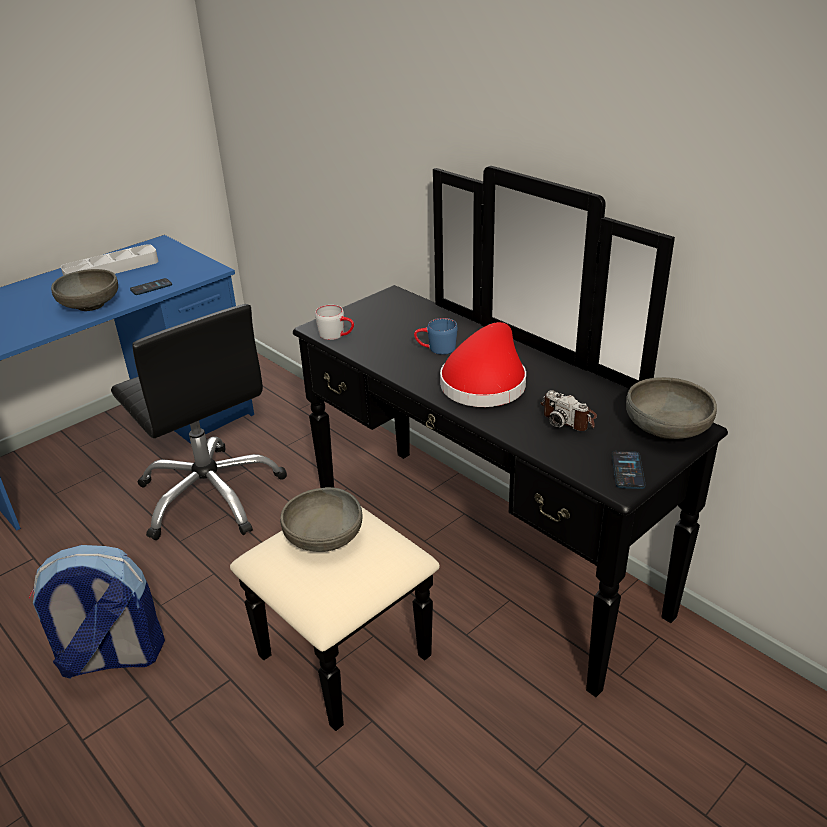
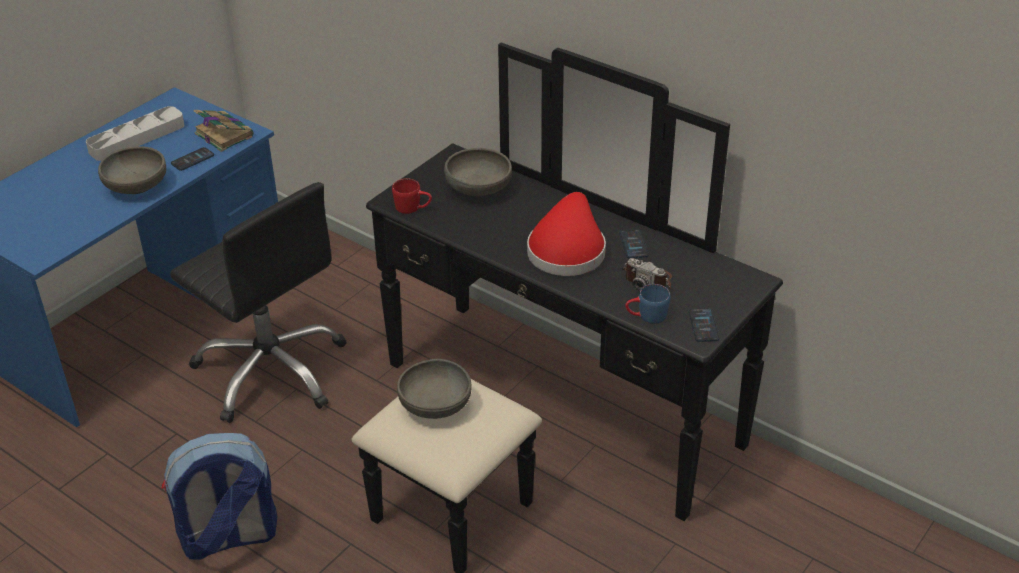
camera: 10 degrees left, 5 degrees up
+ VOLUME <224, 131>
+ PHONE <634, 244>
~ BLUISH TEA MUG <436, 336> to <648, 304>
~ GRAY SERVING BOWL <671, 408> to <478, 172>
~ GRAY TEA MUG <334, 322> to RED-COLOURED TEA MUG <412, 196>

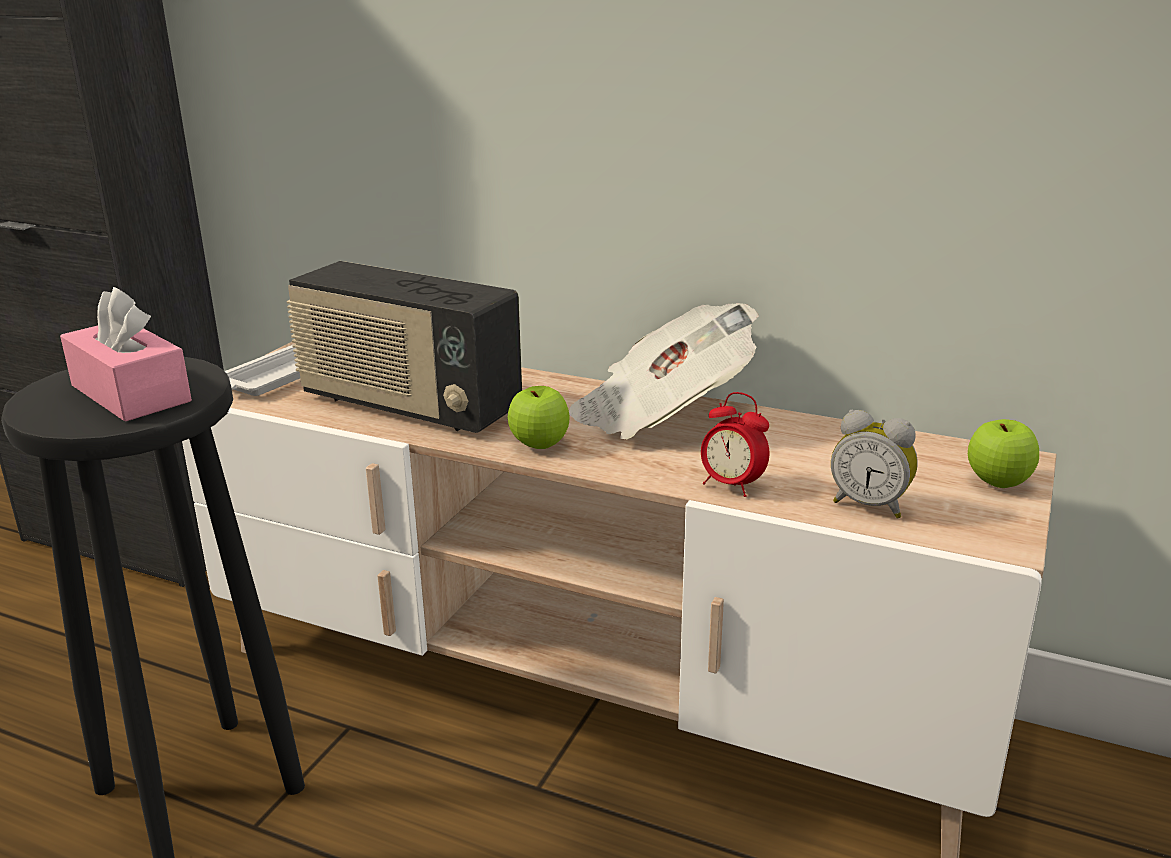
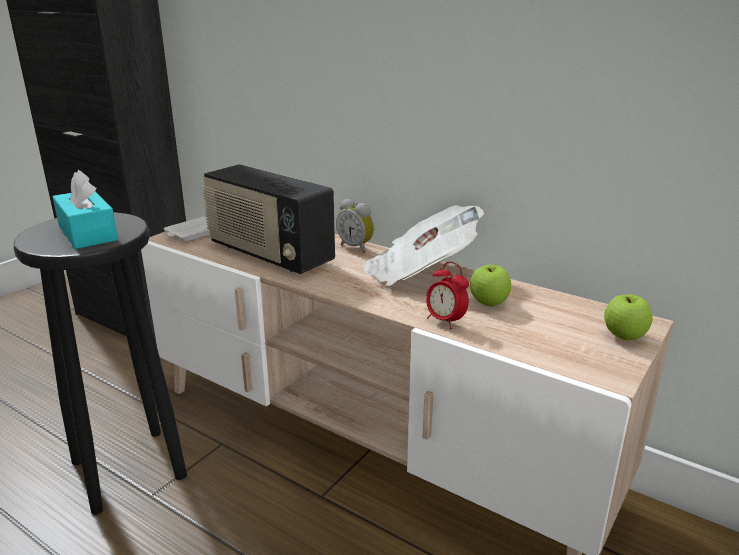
camera: 10 degrees right, 0 degrees up
~ WHOLE APPLE <539, 417> to <490, 285>
~ ALARM CLOCK <874, 464> to <355, 226>
~ PINK TISSUE HOLDER <126, 354> to TURQUOISE-COLOURED TISSUE HOLDER <85, 209>

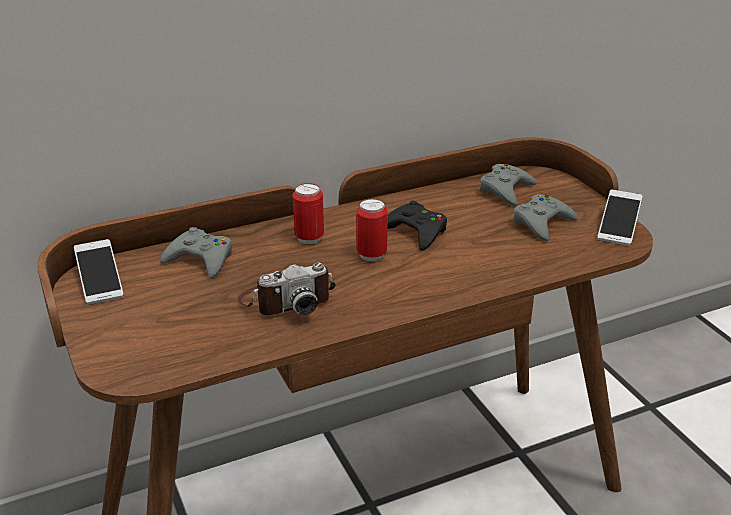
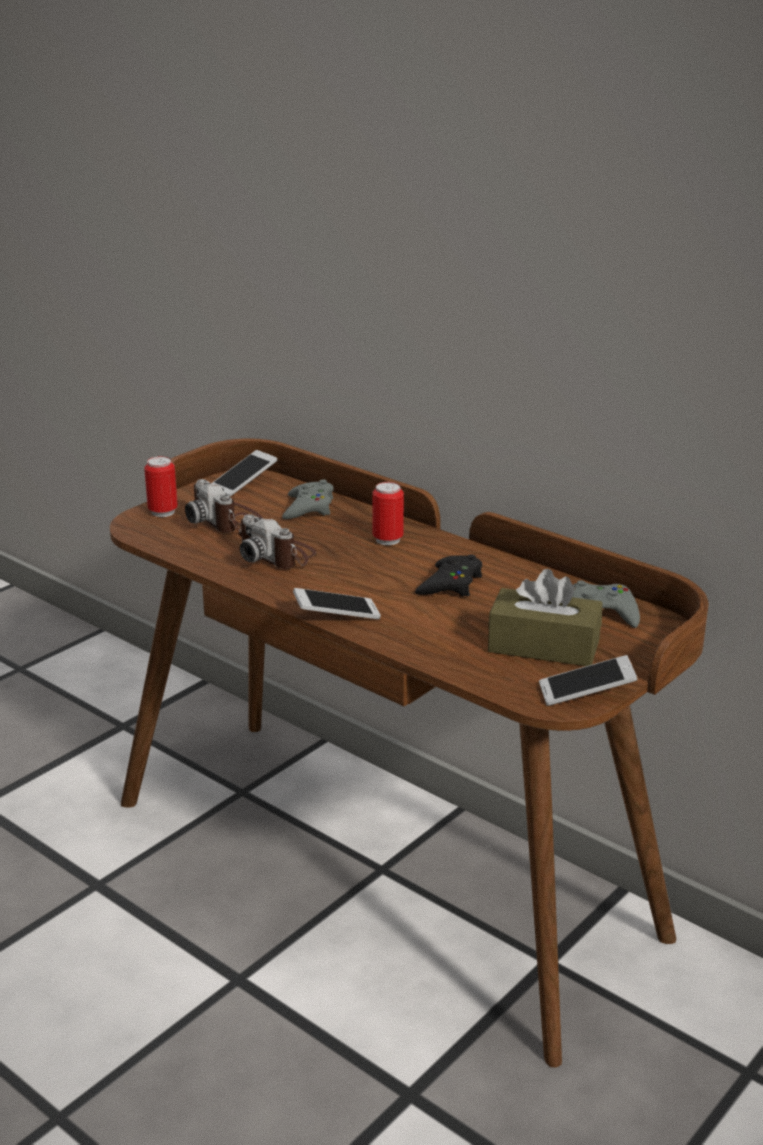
camera: 65 degrees right, 5 degrees down
+ STILL CAMERA <224, 506>
+ PHONE <337, 603>
~ SEALED CAN <372, 229> to <161, 486>
~ GRAY GAME CONTROLLER <545, 217> to BROWN TISSUE HOLDER <545, 617>

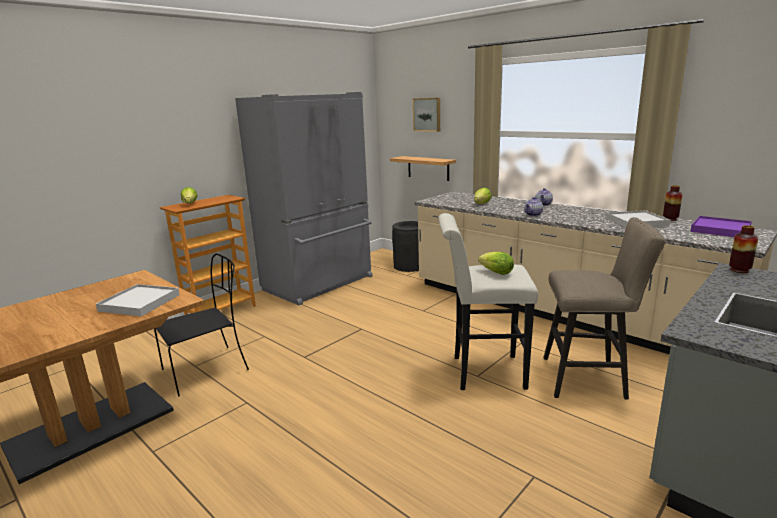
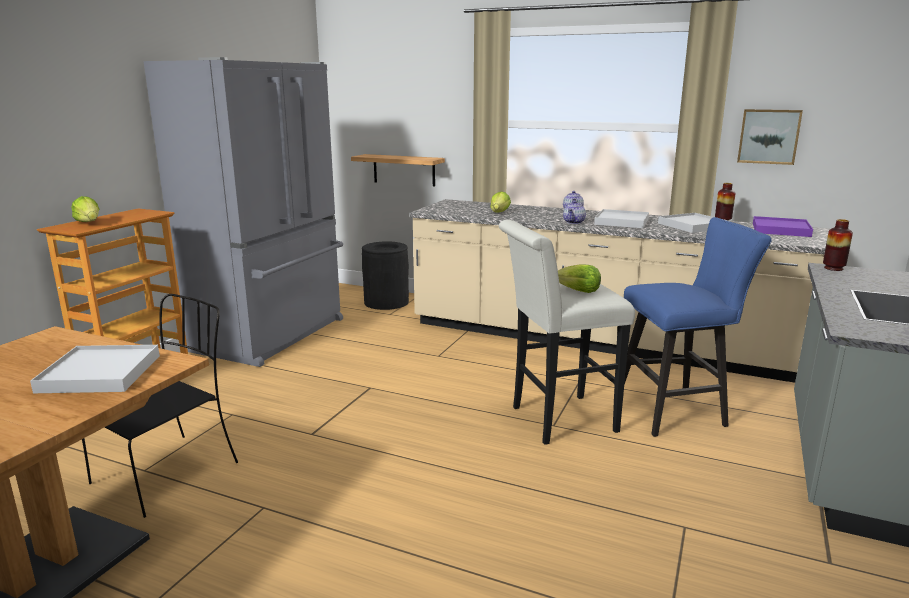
camera: 20 degrees left, 0 degrees up
+ WHITE CARRYING TRAY <621, 218>
~ PICTURE <426, 115> to <770, 137>
~ BEIGE STOOL <604, 308> to BLUISH STOOL <698, 327>

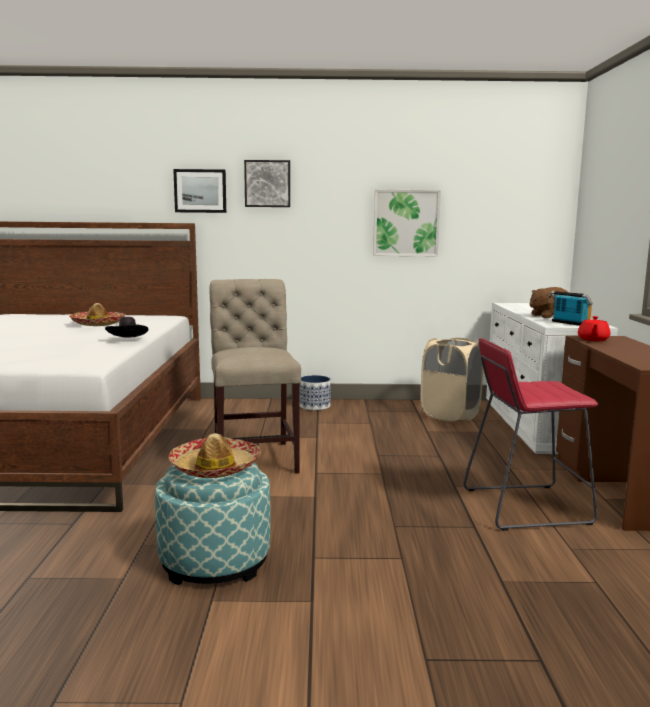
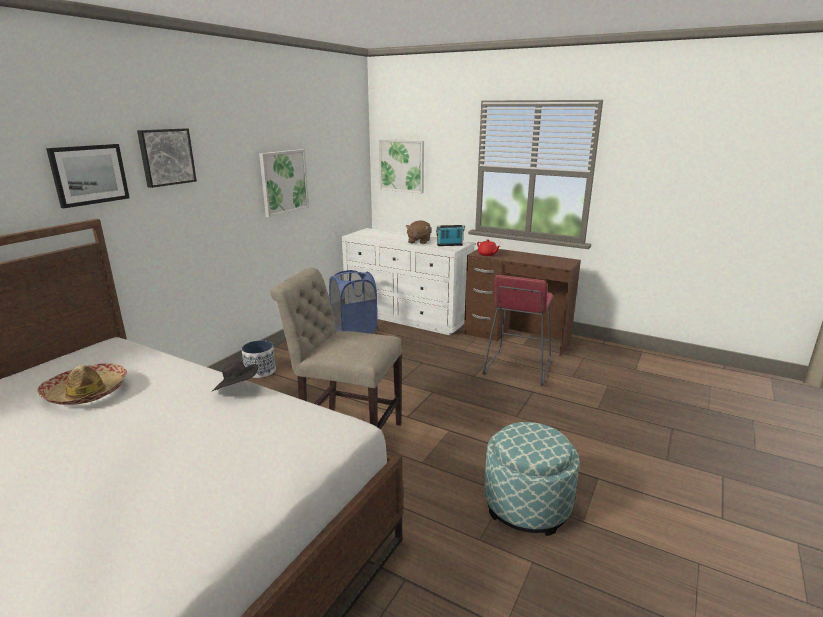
camera: 60 degrees left, 10 degrees up
- CLOTHING HAT <215, 455>
+ PICTURE <401, 166>
~ BEIGE HAMPER <452, 379> to BLUISH HAMPER <353, 302>

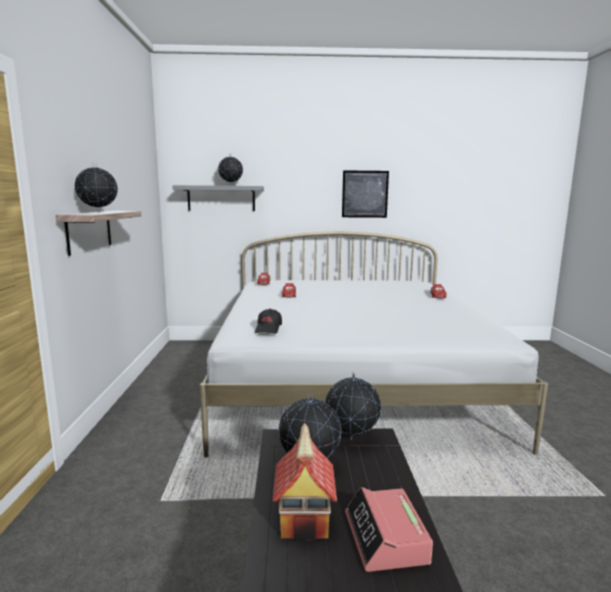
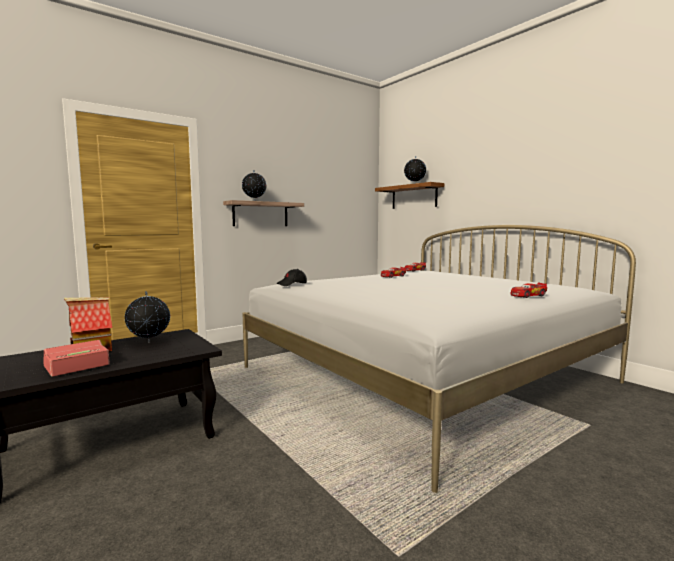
camera: 55 degrees right, 5 degrees down
- GLOBE <353, 406>
- PICTURE <365, 194>
~ GRAY WALL SHELF <218, 198> to BROWN WALL SHELF <409, 195>

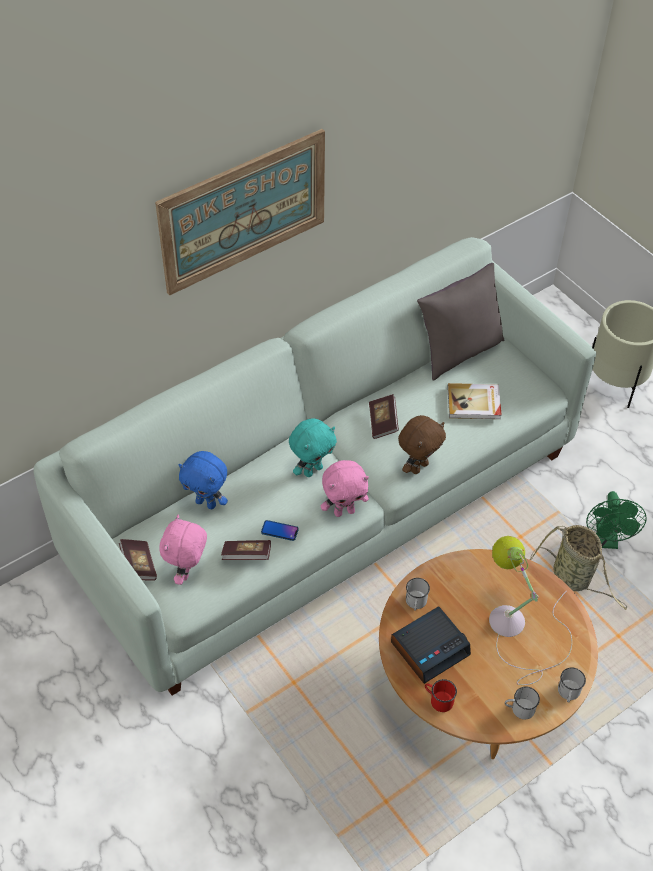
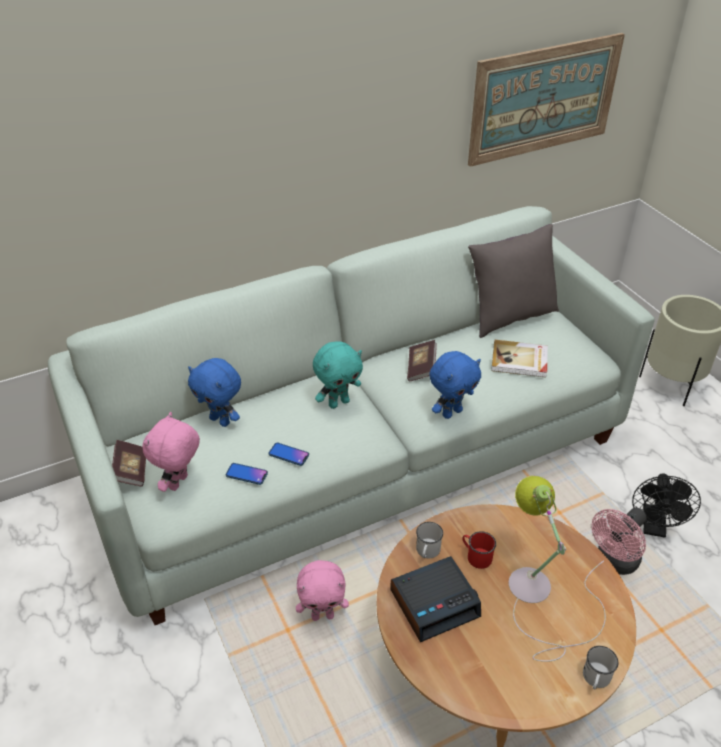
camera: 10 degrees right, 10 degrees down
- WHITE TEA MUG <522, 703>
~ PICTURE <240, 212> to <546, 100>
~ PINK CUDDLY TOY <345, 488> to <322, 590>
~ RED-COLOURED TEA MUG <441, 695> to <479, 550>
~ VOLUME <246, 550> to PHONE <247, 474>
~ HOUSEHOLD BASKET <578, 567> to PINK COOLING FAN <619, 541>
~ BROWN CUDDLY TOY <422, 444> to BLUISH CUDDLY TOY <455, 385>
~ GREEN COOLING FAN <616, 520> to BLACK-COLOURED COOLING FAN <666, 505>

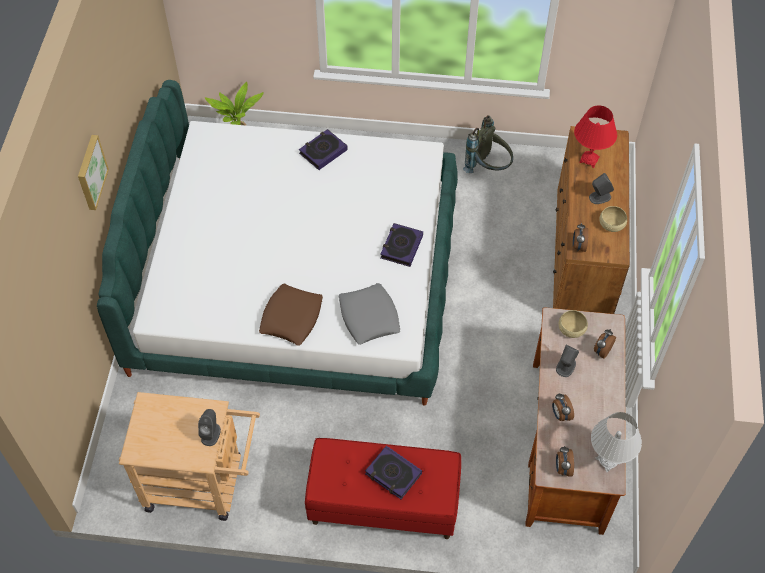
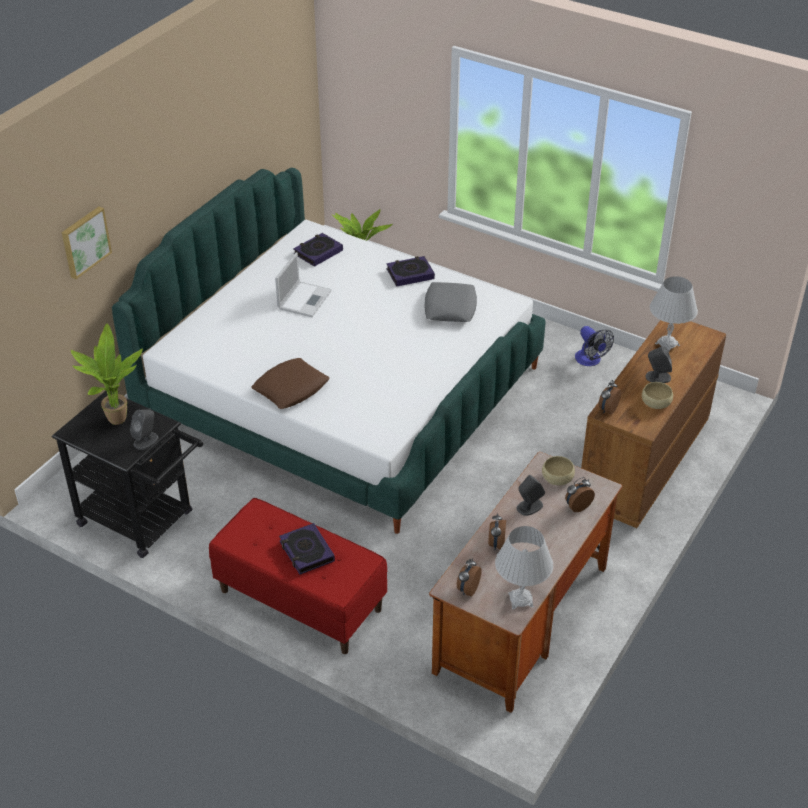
camera: 25 degrees right, 15 degrees down
+ HOUSEPLANT <107, 374>
+ NOTEBOOK COMPUTER <303, 284>
~ PICTURE <93, 172> to <87, 243>
~ GRAY THROW PILLOW <369, 314> to <451, 302>
~ VOLUME <401, 245> to <318, 250>
~ GRAY BACKPACK <488, 144> to COOLING FAN <594, 346>
~ BEIGE WHEELED CART <189, 456> to BLACK-COLOURED WHEELED CART <127, 474>
~ RED-COLOURED LAMP FOR A TABLE <595, 136> to WHITE LAMP FOR A TABLE <674, 314>

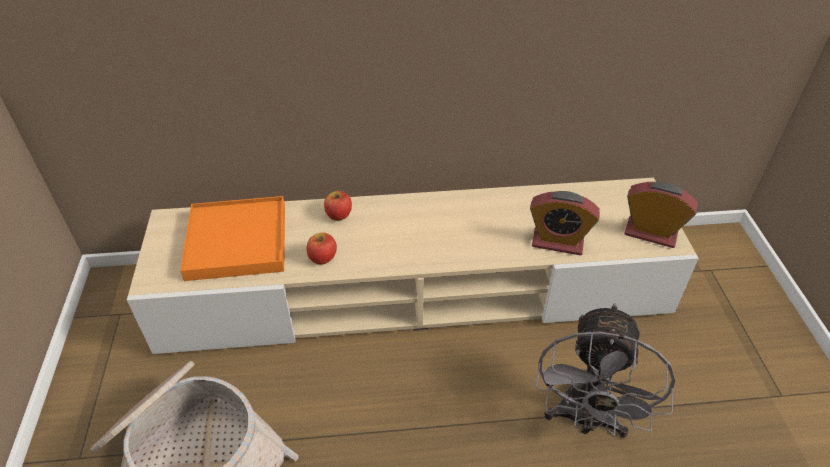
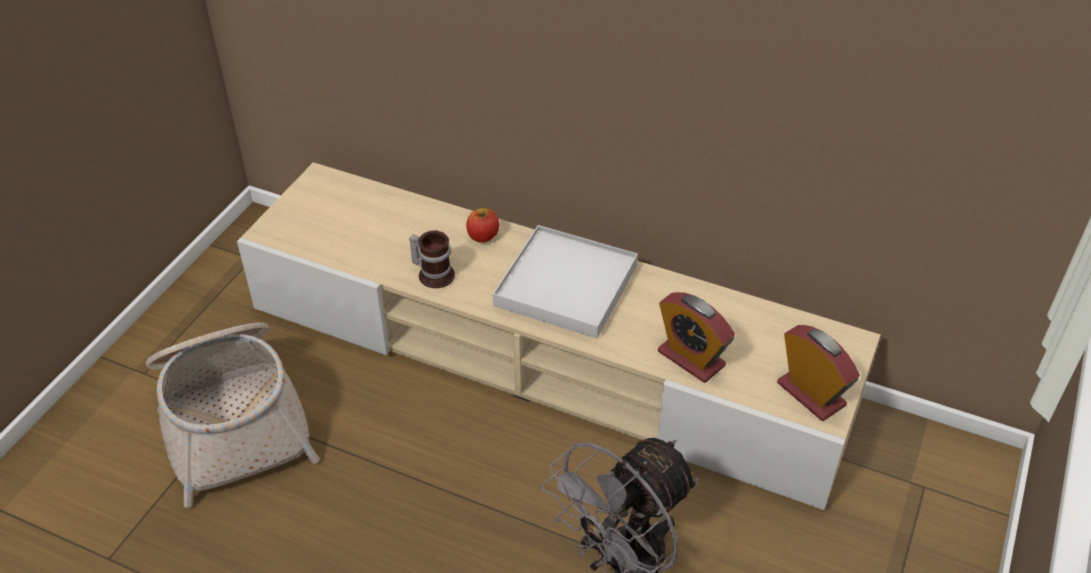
camera: 30 degrees right, 0 degrees up
- ORANGE CARRYING TRAY <232, 238>
+ WHITE CARRYING TRAY <565, 281>
~ WHOLE APPLE <322, 248> to TEA MUG <432, 259>

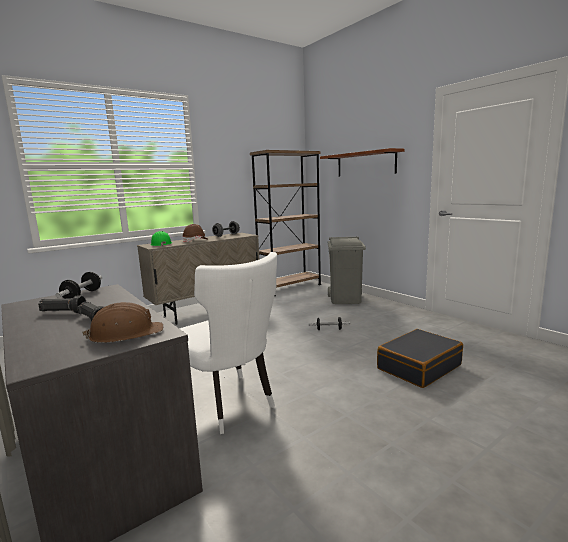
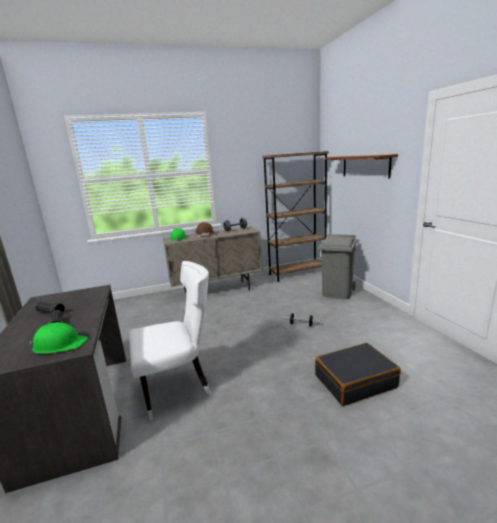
camera: 20 degrees right, 5 degrees up
- HAND WEIGHT <79, 285>
~ BROWN SAFETY HELMET <122, 322> to GREEN SAFETY HELMET <59, 338>
~ WHITE CHAIR <228, 343> = <170, 340> 90 degrees counterclockwise

